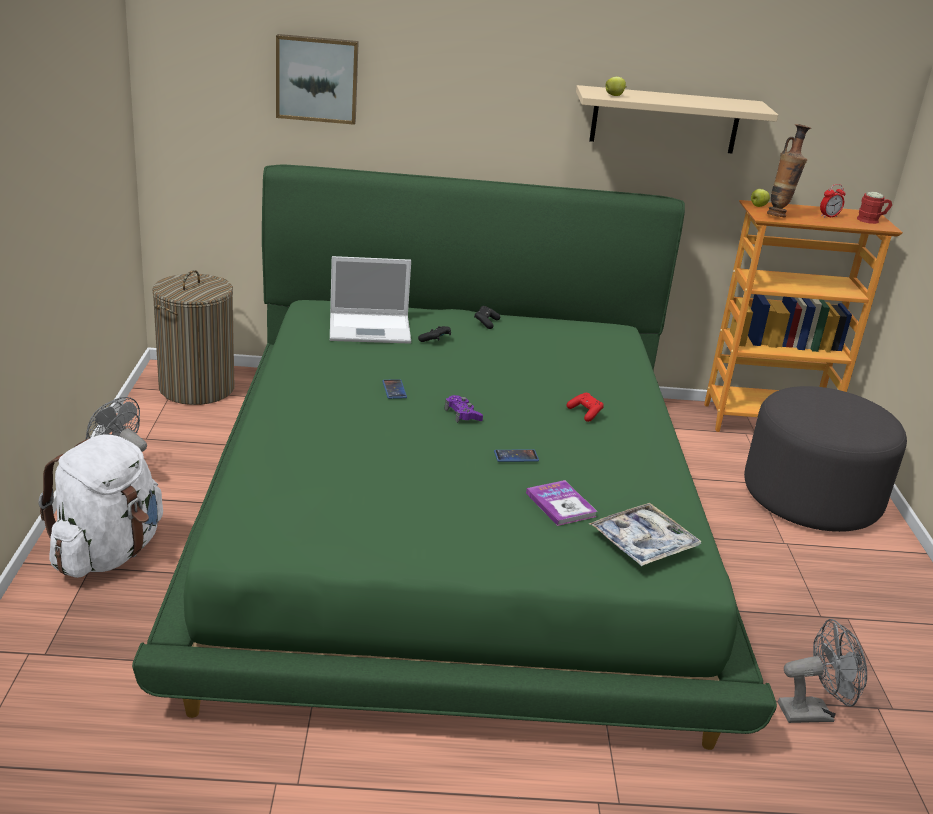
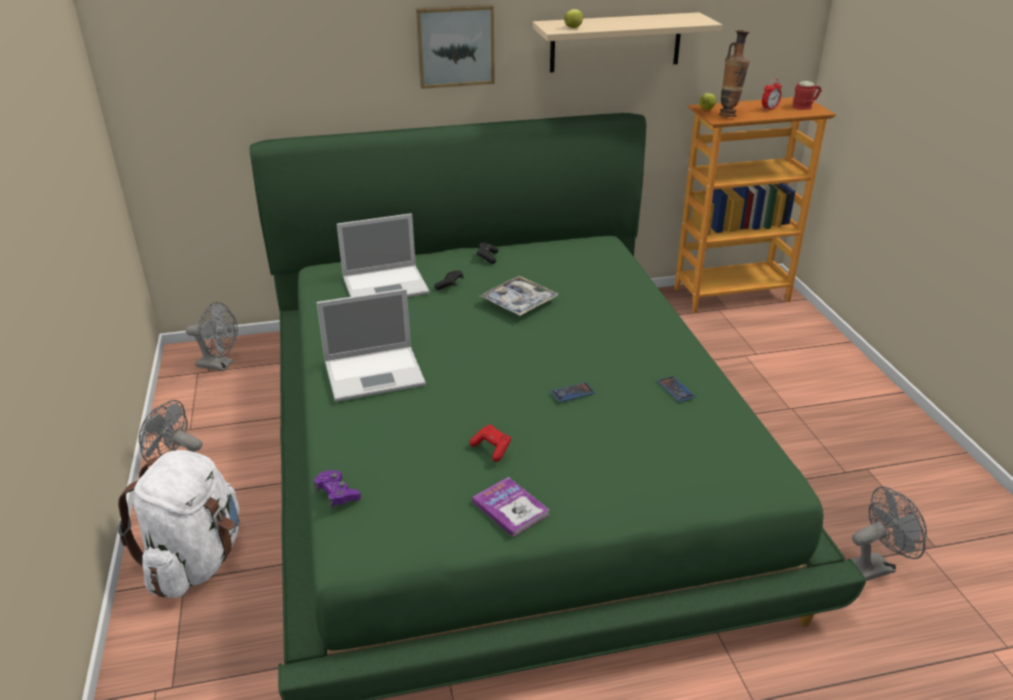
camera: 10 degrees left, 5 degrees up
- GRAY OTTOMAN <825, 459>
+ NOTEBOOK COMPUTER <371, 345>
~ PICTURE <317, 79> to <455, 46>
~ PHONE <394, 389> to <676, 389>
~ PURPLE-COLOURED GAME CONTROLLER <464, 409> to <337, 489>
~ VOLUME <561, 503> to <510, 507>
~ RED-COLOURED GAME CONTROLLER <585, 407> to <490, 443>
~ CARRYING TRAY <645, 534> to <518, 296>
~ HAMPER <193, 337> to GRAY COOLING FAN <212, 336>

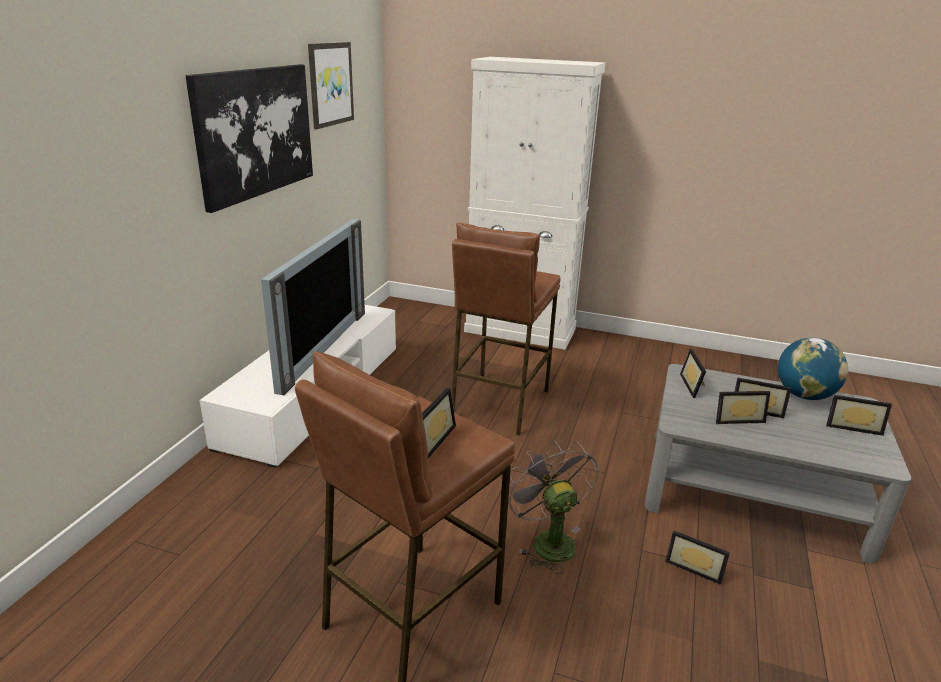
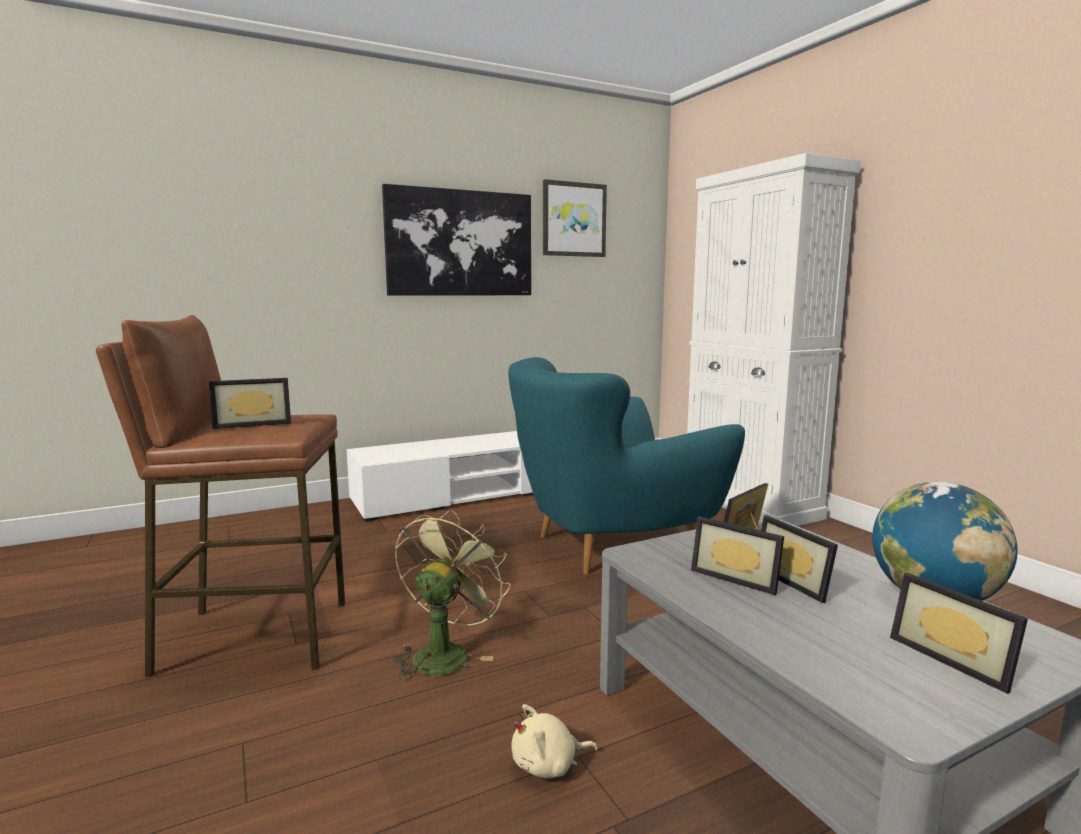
camera: 45 degrees right, 15 degrees down
- TV <313, 307>
~ BROWN STOOL <505, 328> to TURQUOISE-COLOURED ARMCHAIR <626, 466>
~ PICTURE FRAME <697, 557> to BEIGE CUDDLY TOY <554, 741>
~ GRAY COOLING FAN <553, 507> to GREEN COOLING FAN <451, 595>

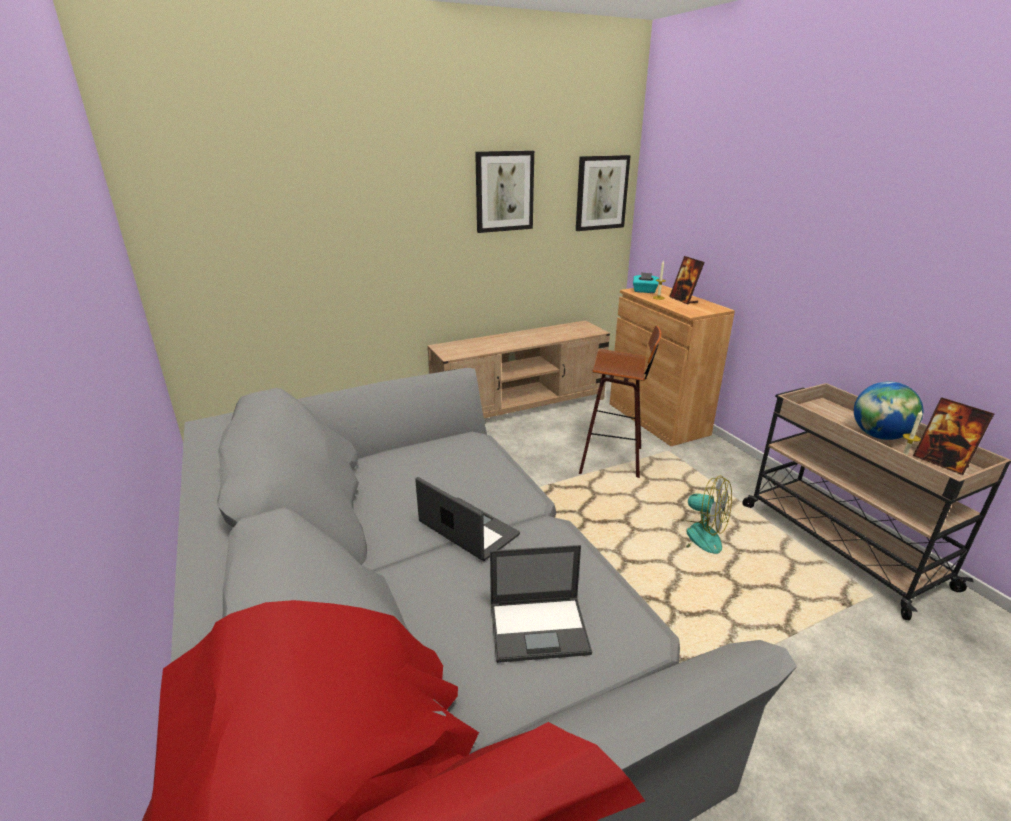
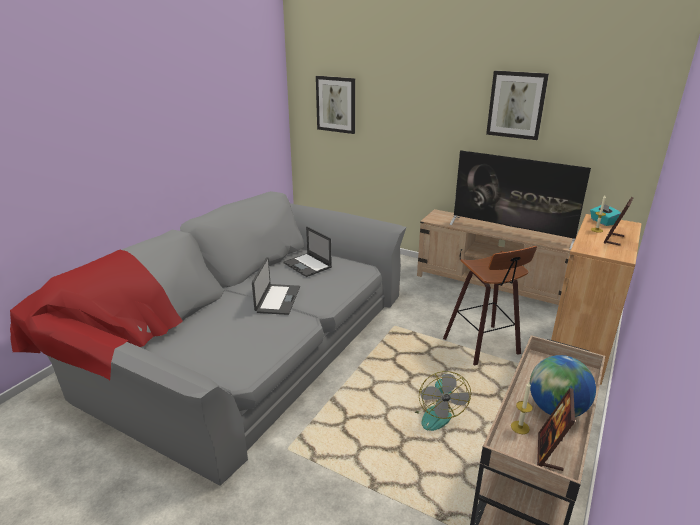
camera: 55 degrees right, 0 degrees up
+ TV <520, 200>
~ NOTEBOOK COMPUTER <541, 604> to <307, 251>
~ PICTURE <603, 193> to <335, 105>

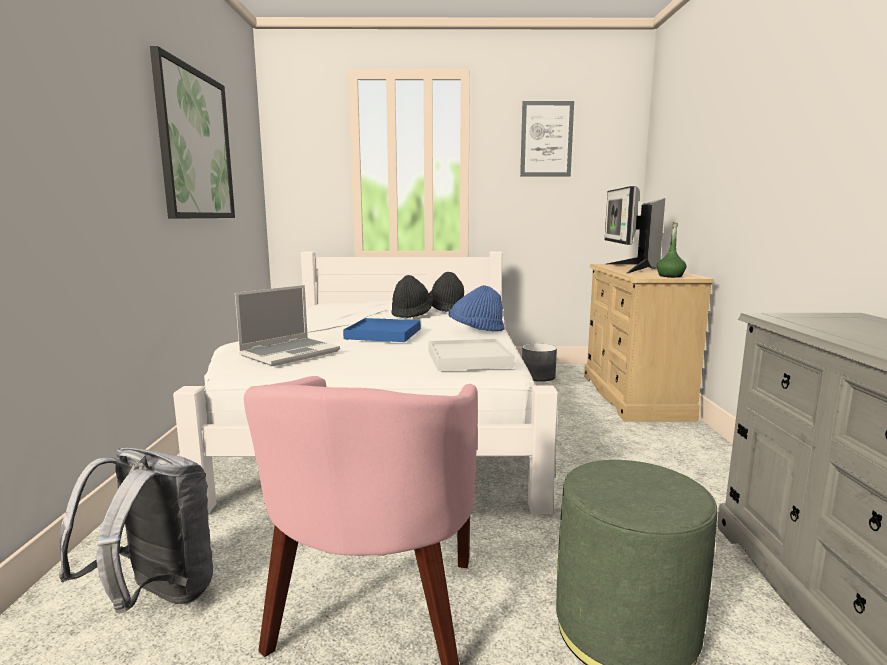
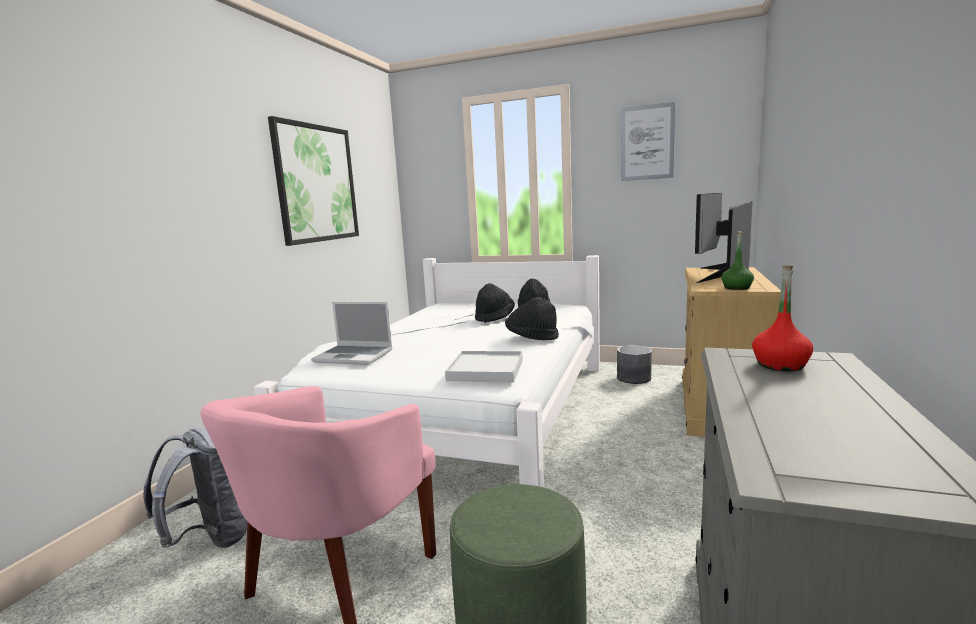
camera: 20 degrees right, 0 degrees up
- BLUISH CARRYING TRAY <382, 330>
+ RED-COLOURED BEVERAGE BOTTLE <782, 318>
~ BLUISH CLOTHING HAT <477, 308> to BLACK-COLOURED CLOTHING HAT <532, 318>
~ NOTEBOOK COMPUTER <287, 325> = <352, 333> 45 degrees clockwise

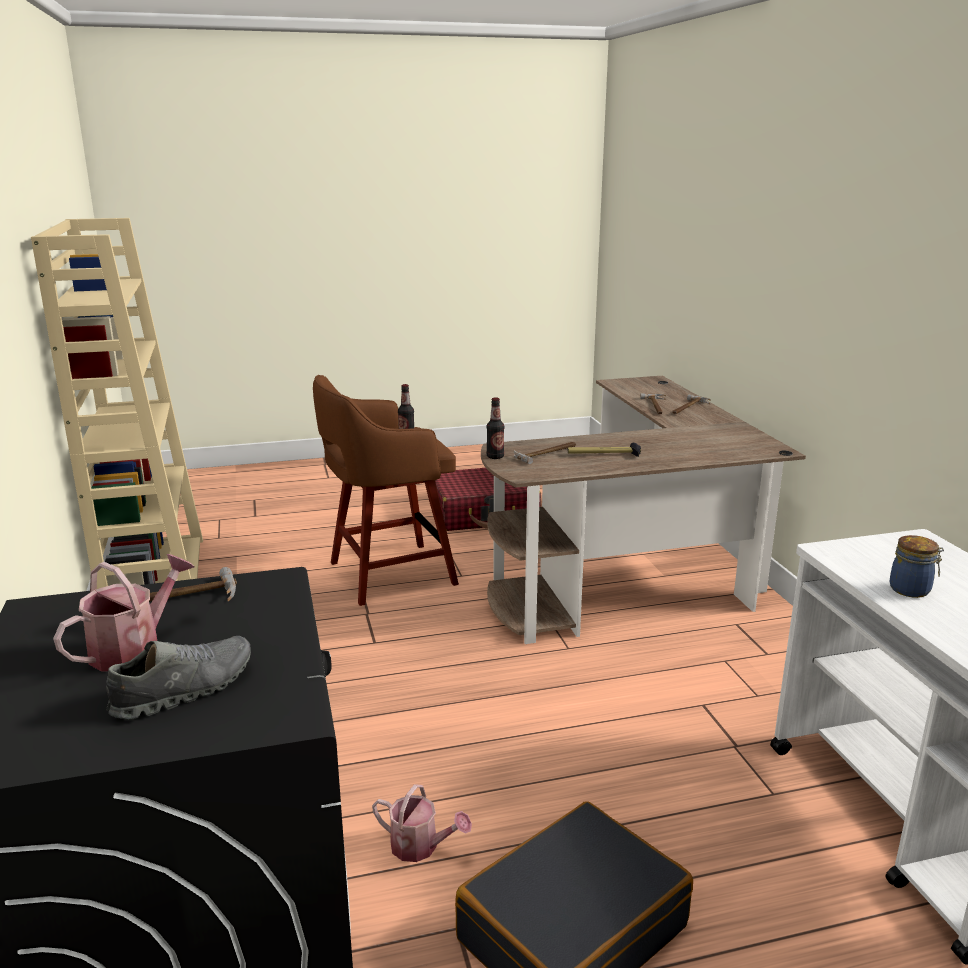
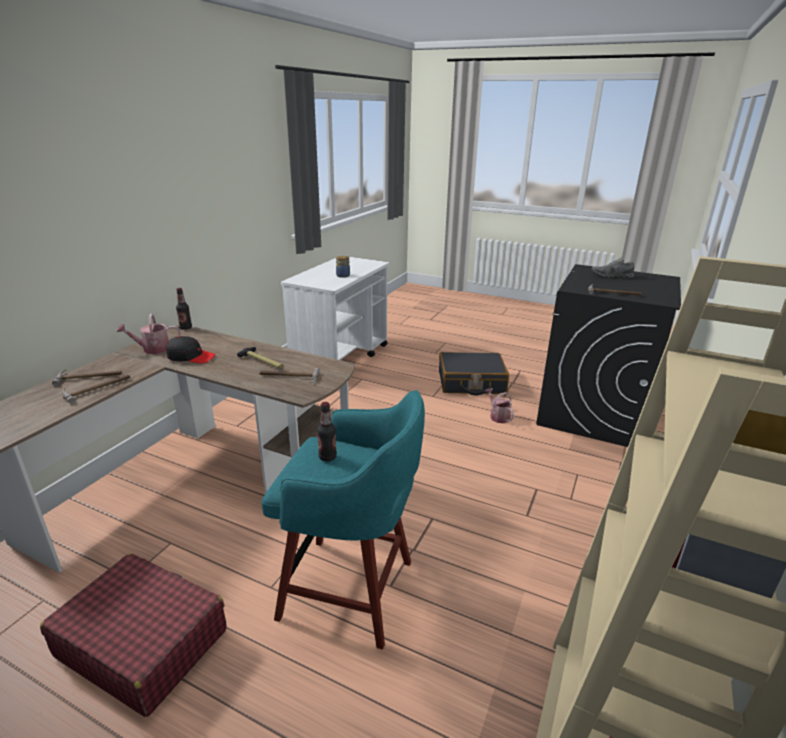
camera: 140 degrees left, 5 degrees up
+ BLACK-COLOURED PEAKED CAP <191, 349>
~ WATERING POT <123, 612> to <148, 334>
~ BEVERAGE BOTTLE <495, 428> to <184, 308>
~ BROWN STOOL <386, 490> to TURQUOISE-COLOURED STOOL <343, 519>

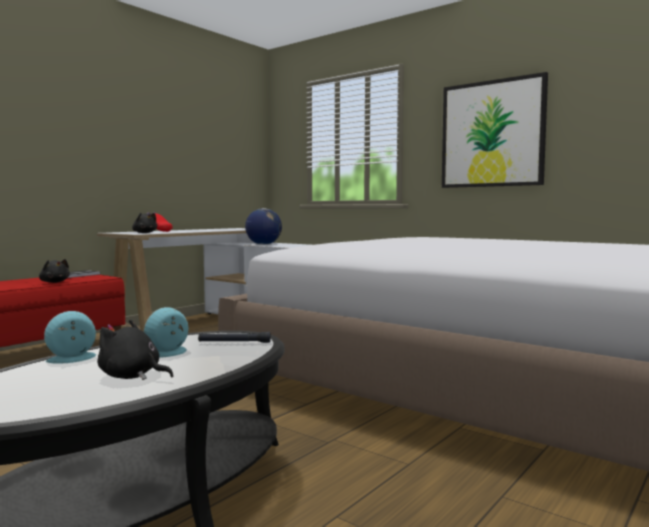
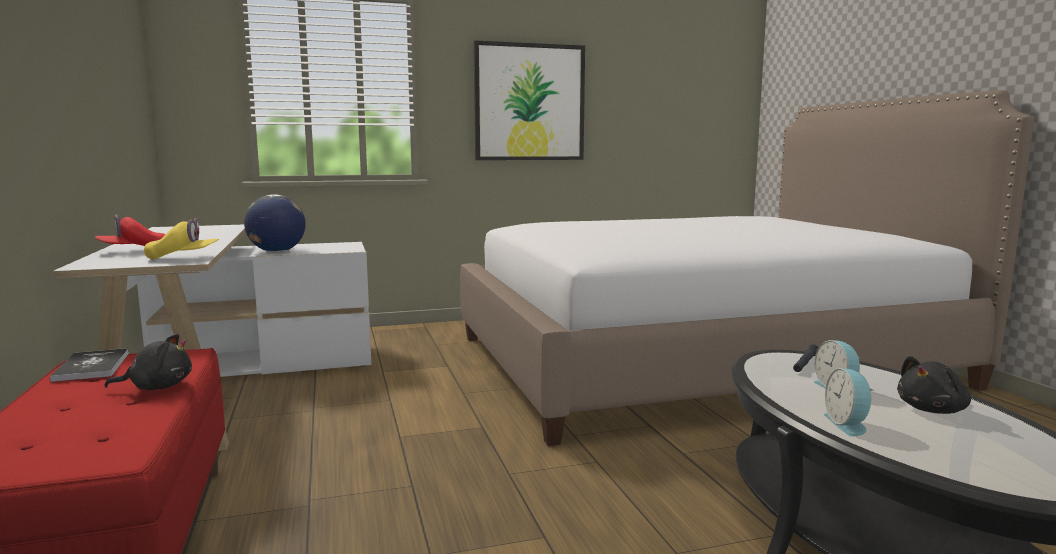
camera: 55 degrees left, 5 degrees up
~ BLACK-COLOURED CUDDLY TOY <144, 223> to YELLOW PEAKED CAP <181, 239>

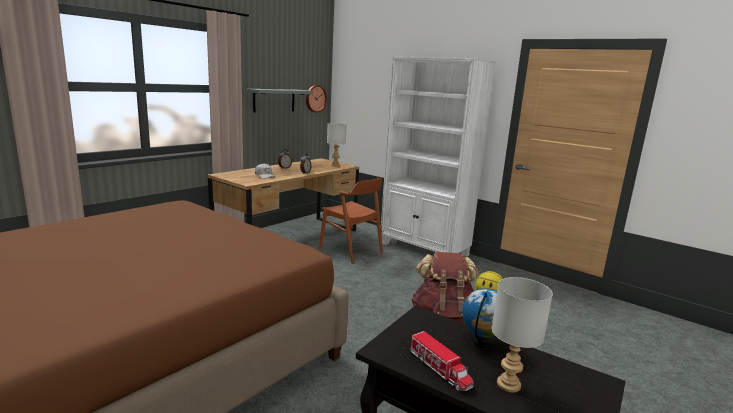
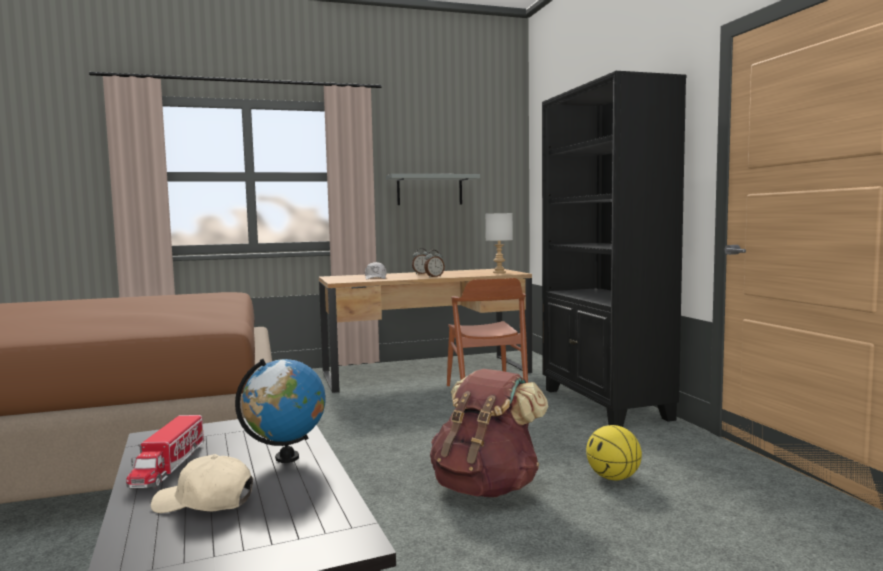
camera: 35 degrees right, 10 degrees down
- HANGING CLOCK <316, 99>
~ GRAY LAMP FOR A TABLE <522, 335> to BEIGE PEAKED CAP <202, 483>
~ WHITE BOOKCASE <438, 156> to BLACK-COLOURED BOOKCASE <614, 249>

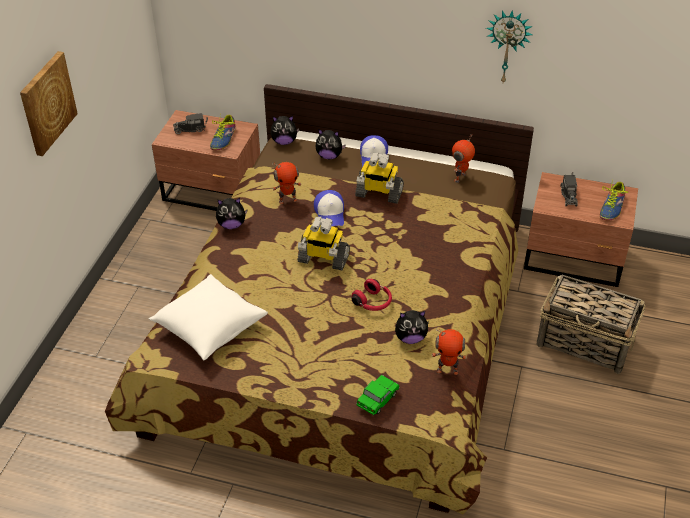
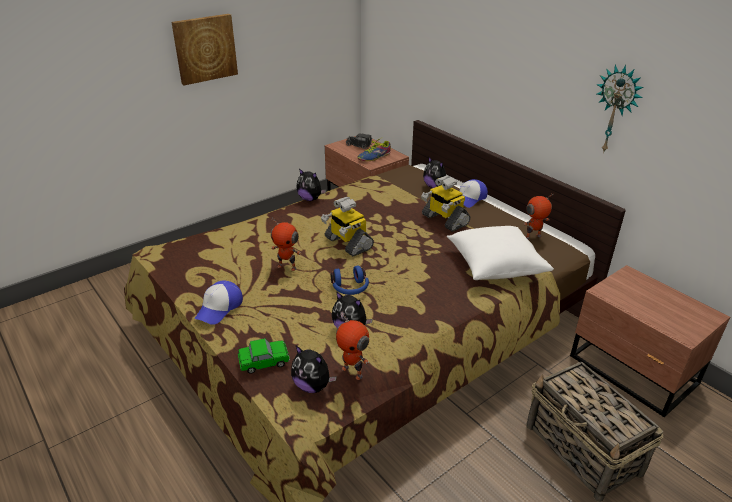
camera: 35 degrees right, 10 degrees down
- TOY TRUCK <569, 189>
- ITEM OF FOOTWEAR <614, 200>
~ WHITE THROW PILLOW <208, 317> to <500, 253>
~ CUDDLY TOY <285, 130> to <314, 369>
~ ROBOT FIGURE <286, 183> to <286, 244>
~ PEAKED CAP <329, 208> to <219, 302>
~ RED-COLOURED HEADSET <372, 295> to BLUISH HEADSET <350, 280>

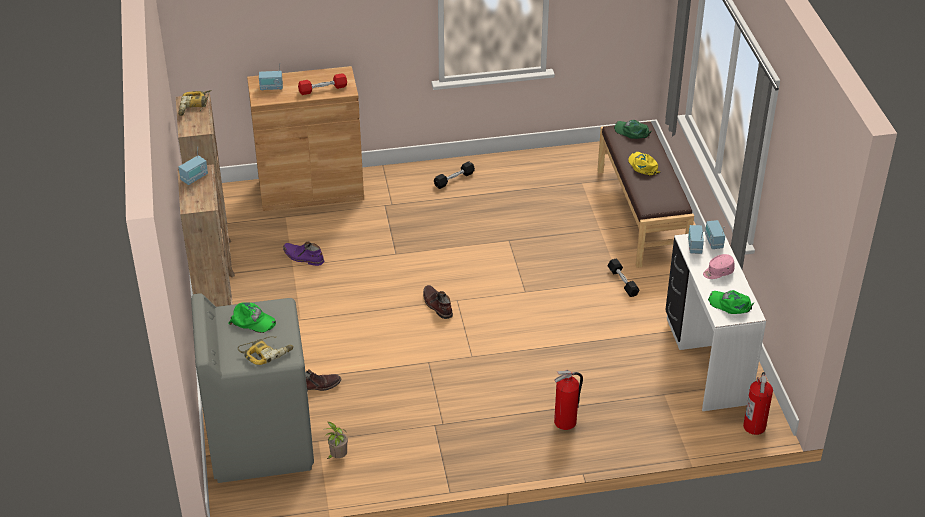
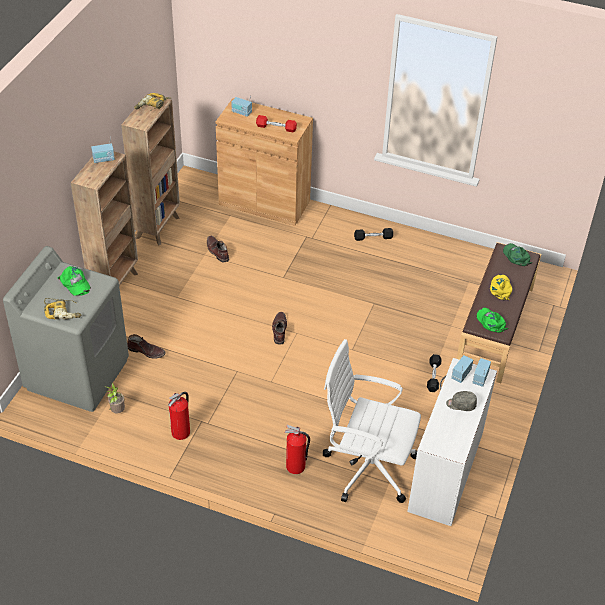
camera: 30 degrees right, 5 degrees up
+ WHITE COMPUTER CHAIR <372, 421>
~ GREEN PEAKED CAP <731, 302> to <492, 320>
~ EXTINGUISHER <758, 403> to <179, 416>
~ PURPLE-COLOURED HIGH-TOP BOOT <304, 253> to BROWN HIGH-TOP BOOT <218, 249>
~ PINK PEAKED CAP <719, 266> to GRAY PEAKED CAP <461, 401>

